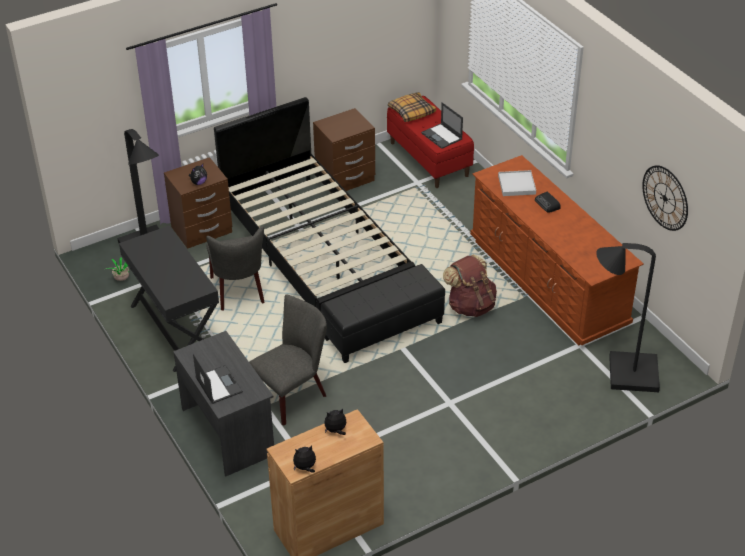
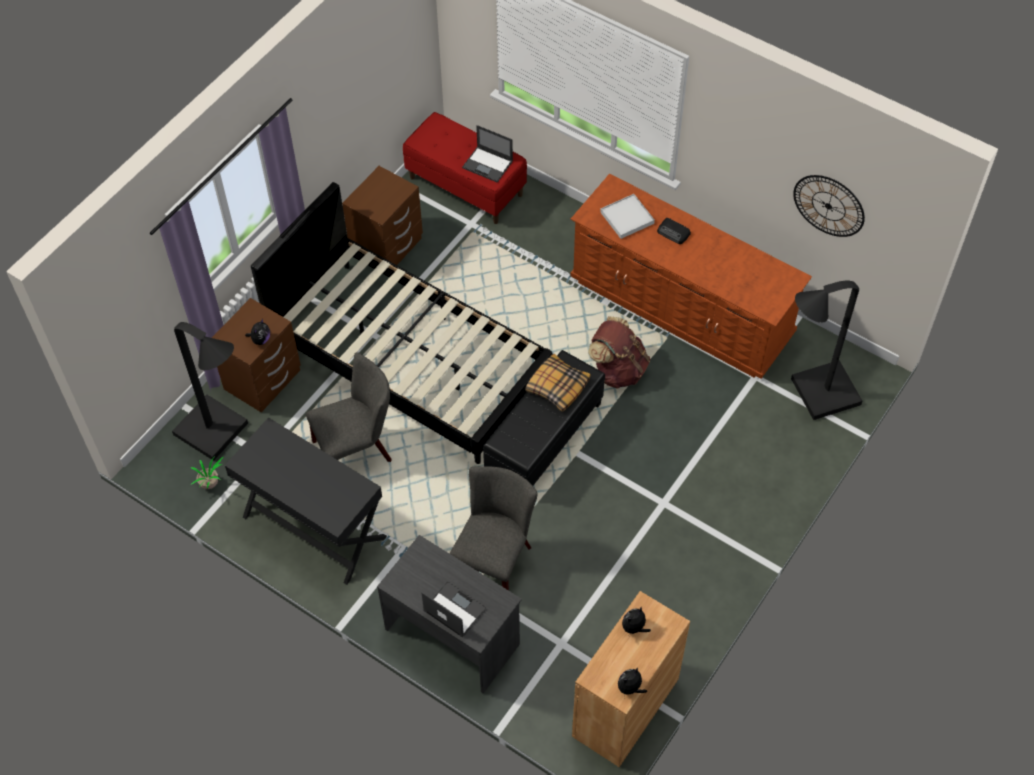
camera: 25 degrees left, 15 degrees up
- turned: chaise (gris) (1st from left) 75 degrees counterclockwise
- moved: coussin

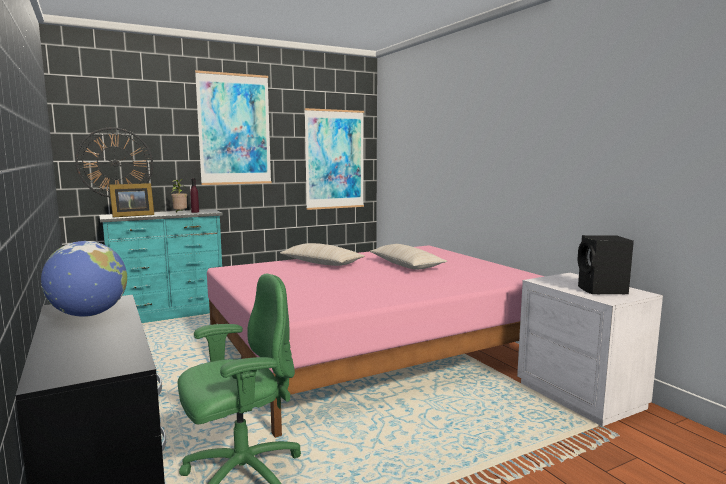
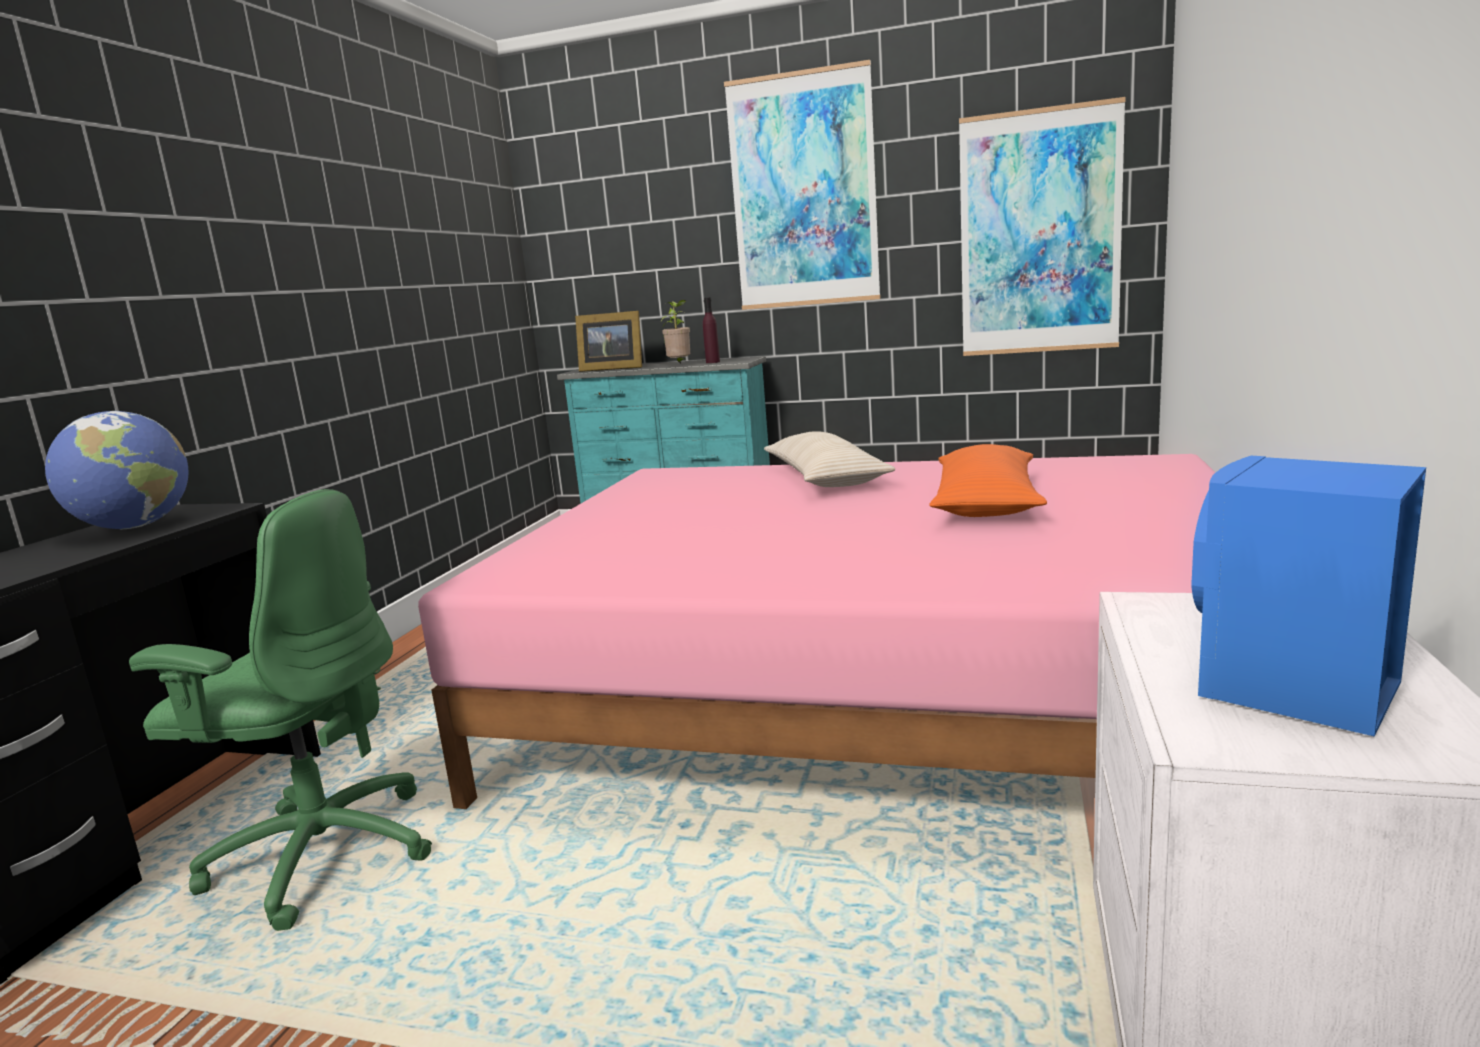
camera: 45 degrees right, 5 degrees up
- removed: horloge murale
- recoloured: coussin (beige) (2nd from left) to coussin (orange)
- recoloured: enceinte (noir) to enceinte (bleu)

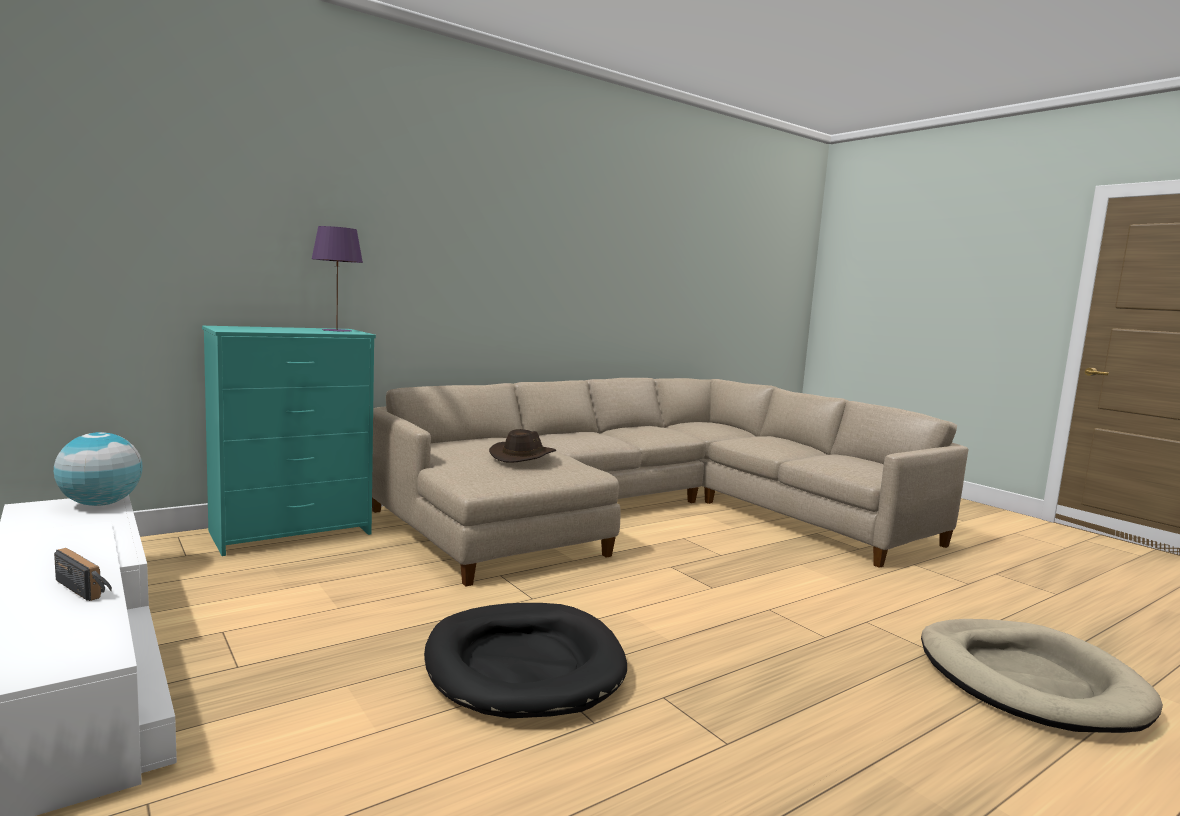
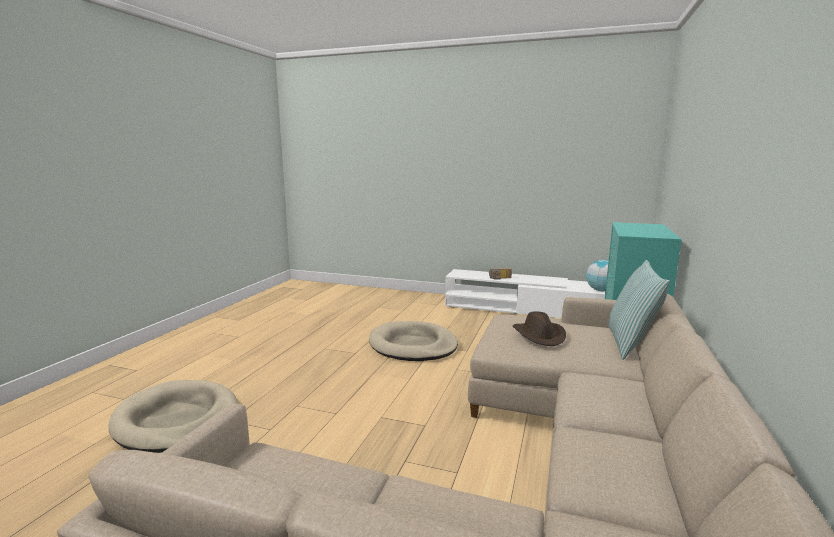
camera: 145 degrees right, 5 degrees up
- removed: lampe de table (violet)
- recoloured: panier pour chien (noir) to panier pour chien (beige) (2nd from left)
- added: coussin

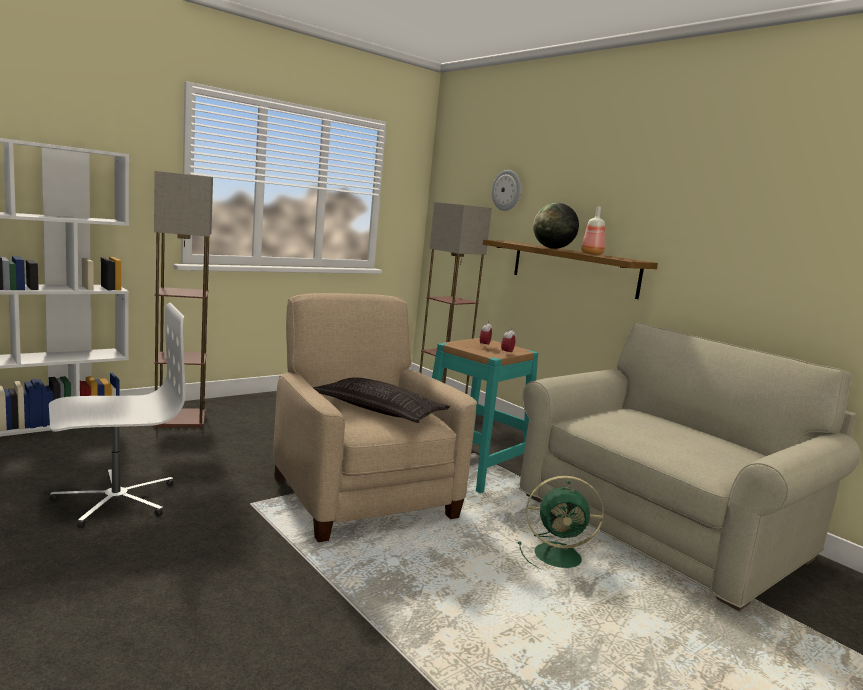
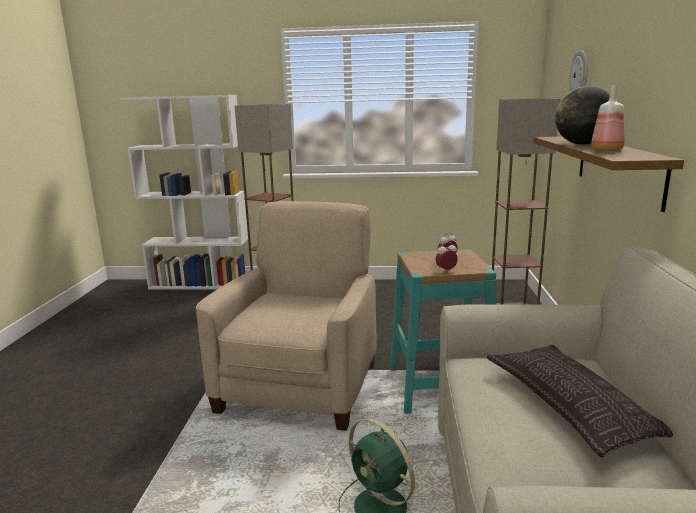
camera: 45 degrees right, 5 degrees up
- removed: chaise de bureau (blanc)
- moved: coussin

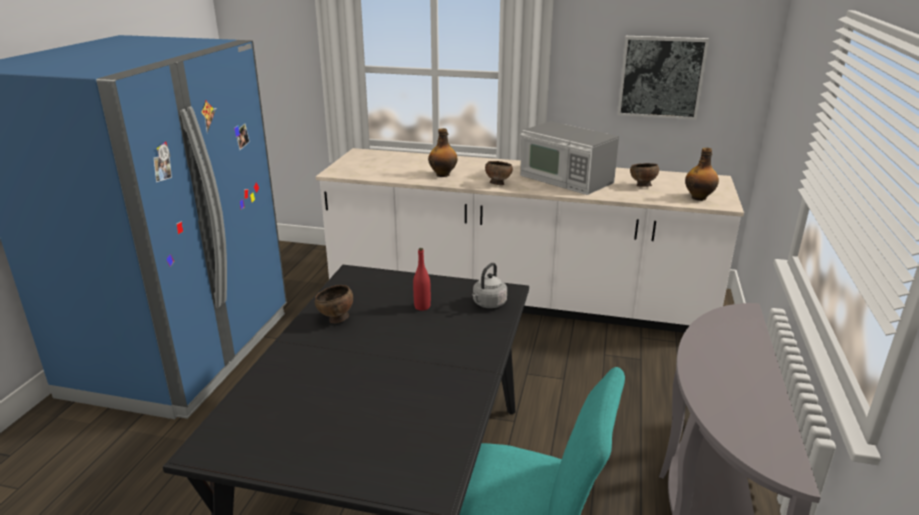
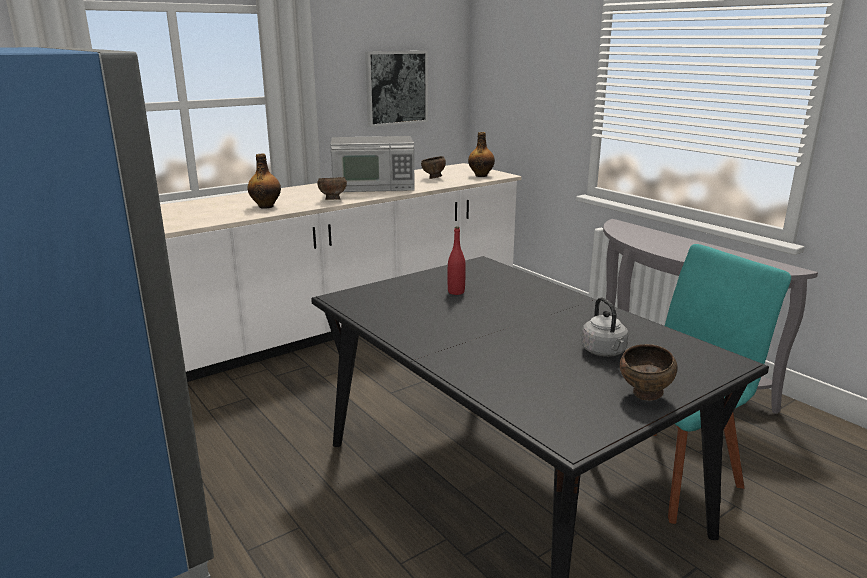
camera: 50 degrees left, 5 degrees down
- moved: bol (marron) (1st from left in the first image) to bol (marron) (3rd from left)
- moved: bouilloire (gris)

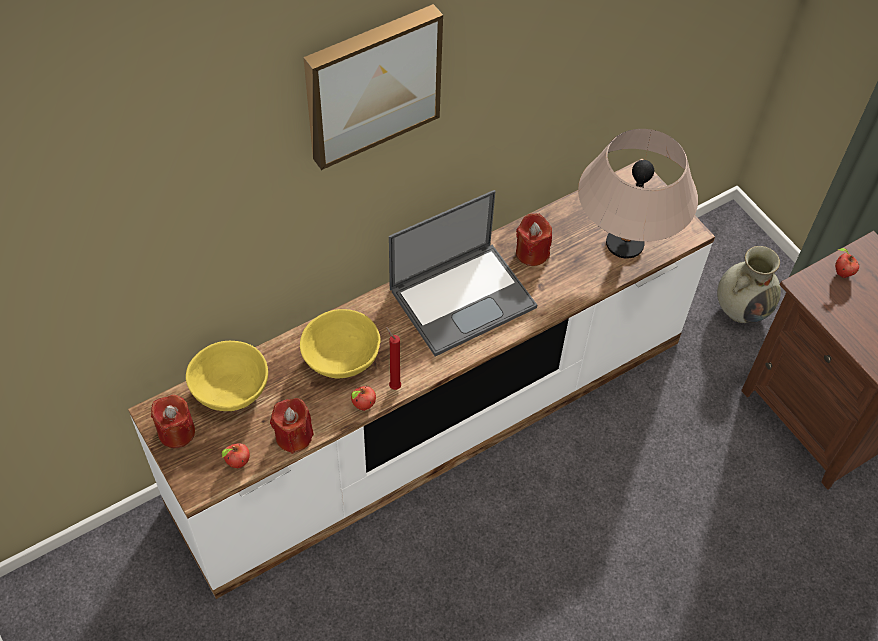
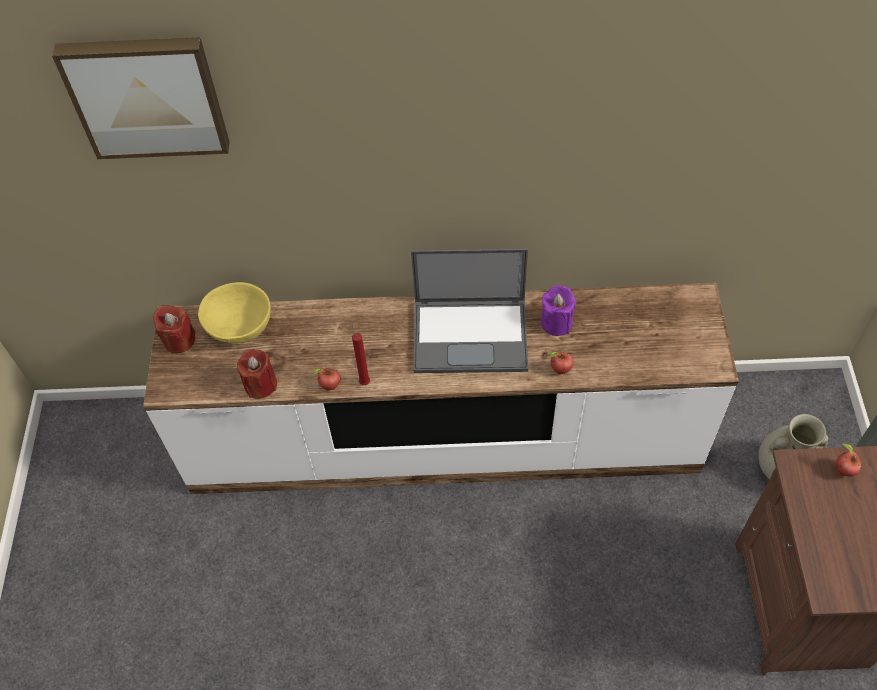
camera: 35 degrees right, 0 degrees up
- moved: pomme (1st from left in the first image) to pomme (2nd from left)
- removed: bol (jaune) (2nd from left)
- moved: tableau
- recoloured: bougie (rouge) (4th from left) to bougie (violet)
- removed: lampe de table (beige)

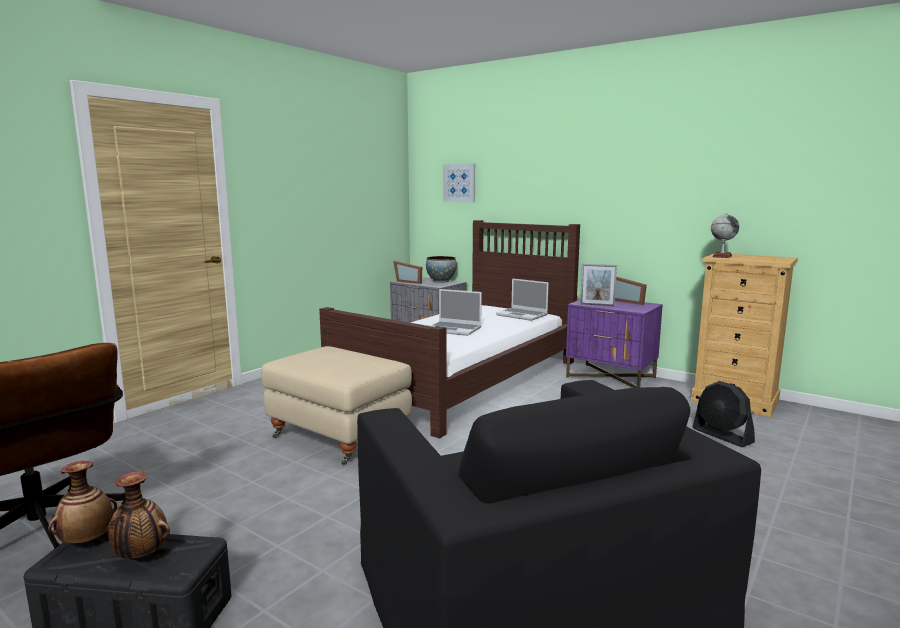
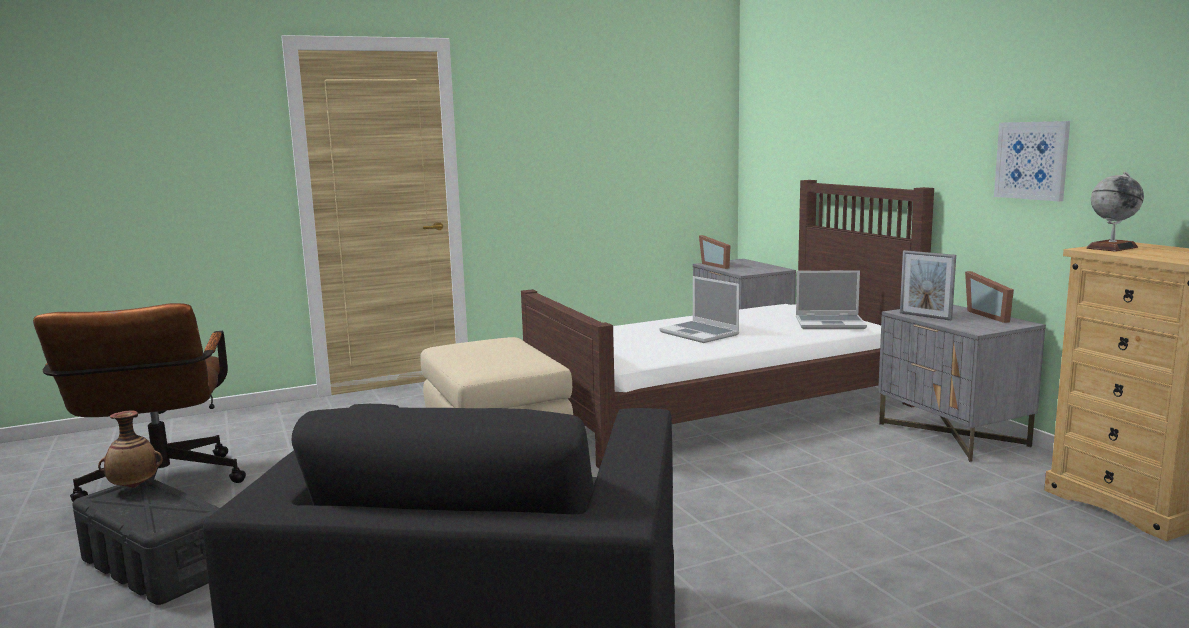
camera: 30 degrees right, 0 degrees up
- removed: vase (2nd from left)
- removed: bol
- moved: tableau
- turned: ordinateur portable (2nd from left) 60 degrees counterclockwise
- recoloured: table de chevet (violet) to table de chevet (gris) (2nd from left)
- removed: ventilateur (noir)

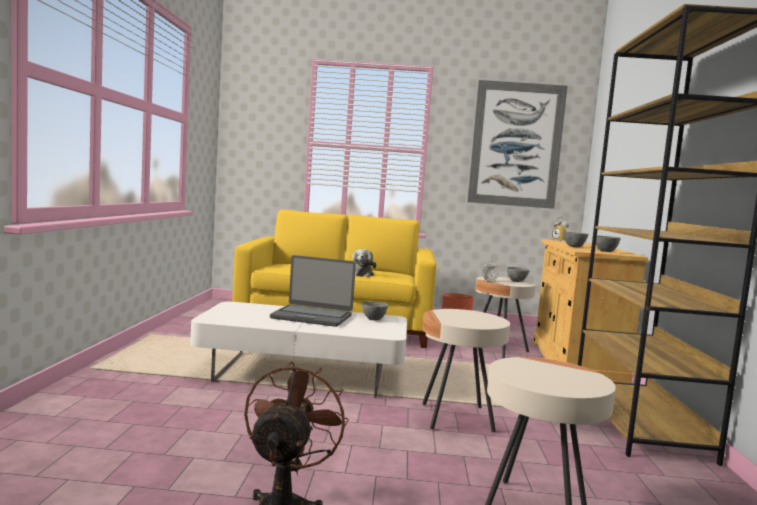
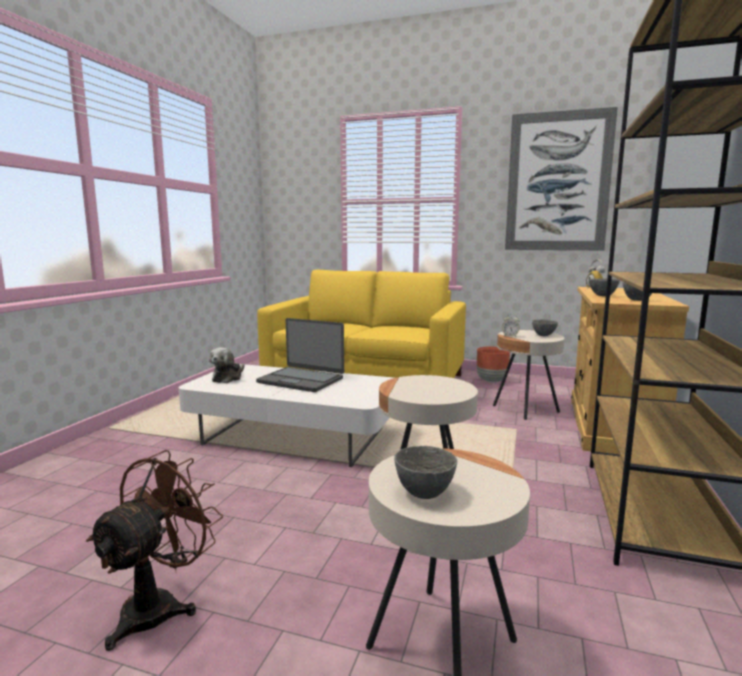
camera: 15 degrees right, 5 degrees up
- moved: peluche
- moved: bol (gris) (1st from left)

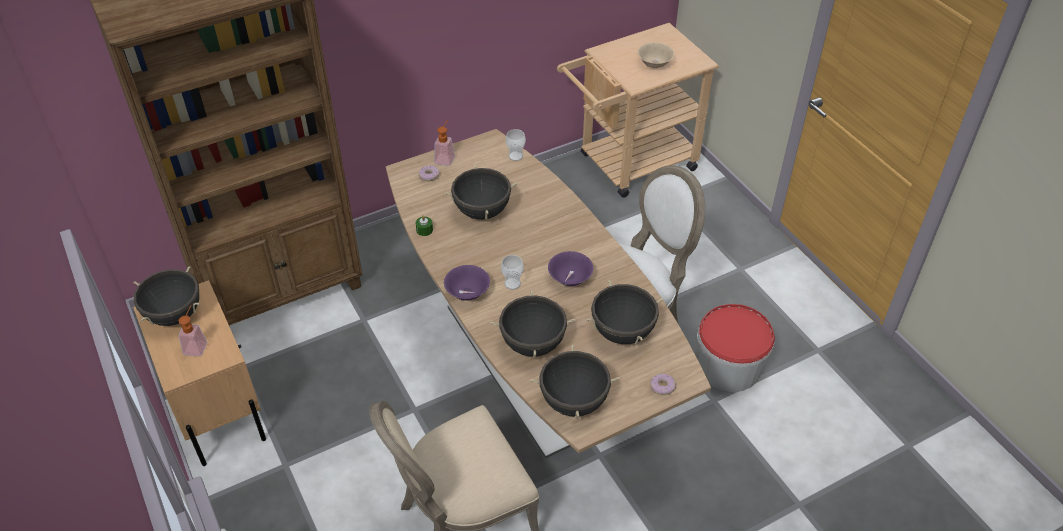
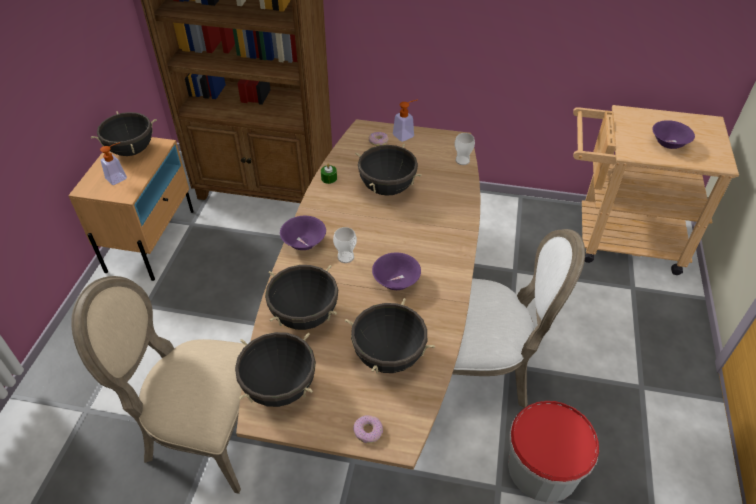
camera: 40 degrees right, 0 degrees up
- recoloured: bol (beige) to bol (violet) (3rd from left)

